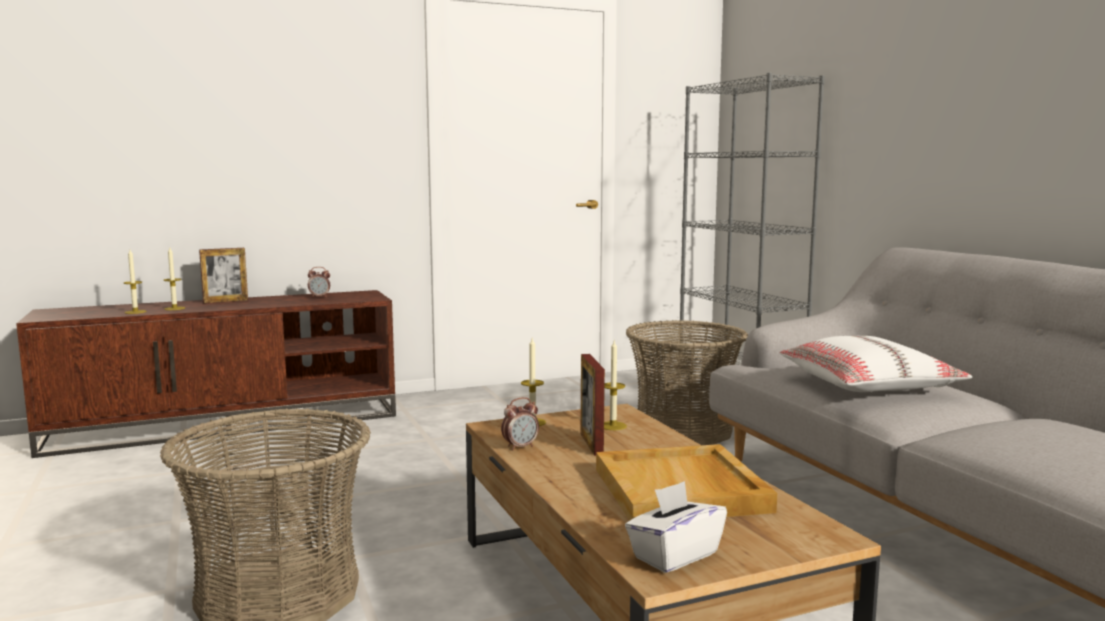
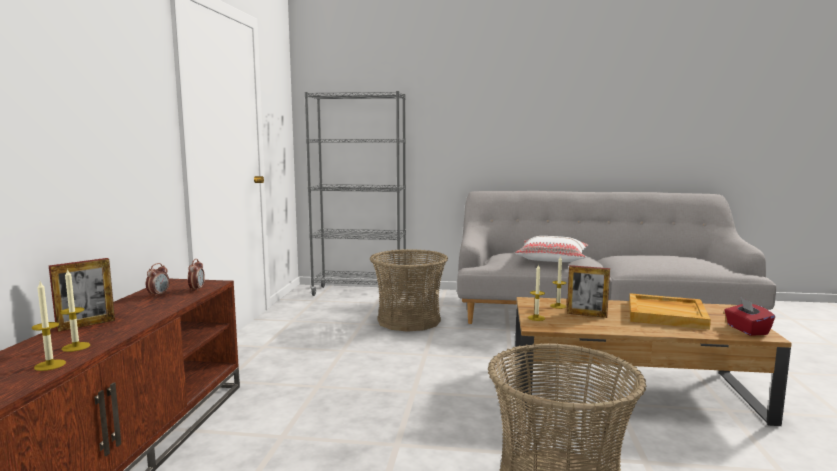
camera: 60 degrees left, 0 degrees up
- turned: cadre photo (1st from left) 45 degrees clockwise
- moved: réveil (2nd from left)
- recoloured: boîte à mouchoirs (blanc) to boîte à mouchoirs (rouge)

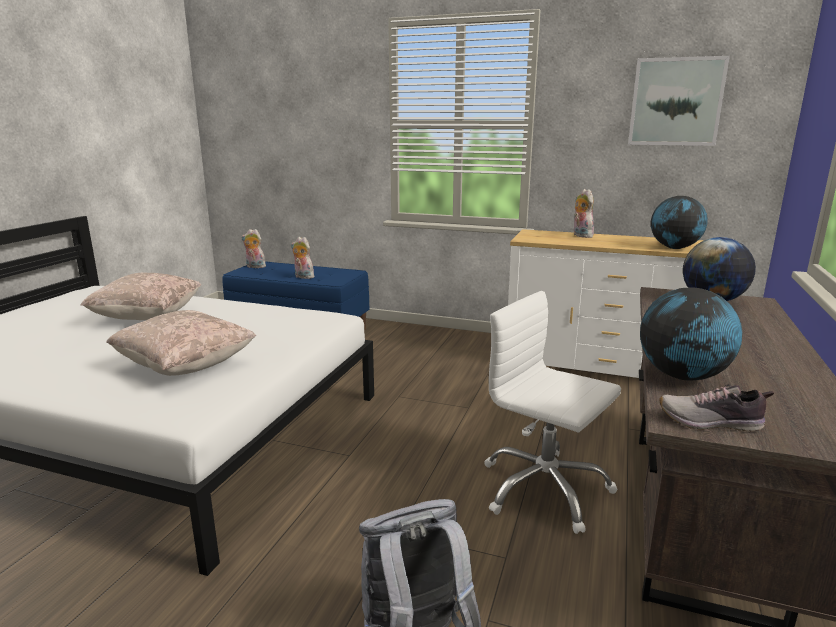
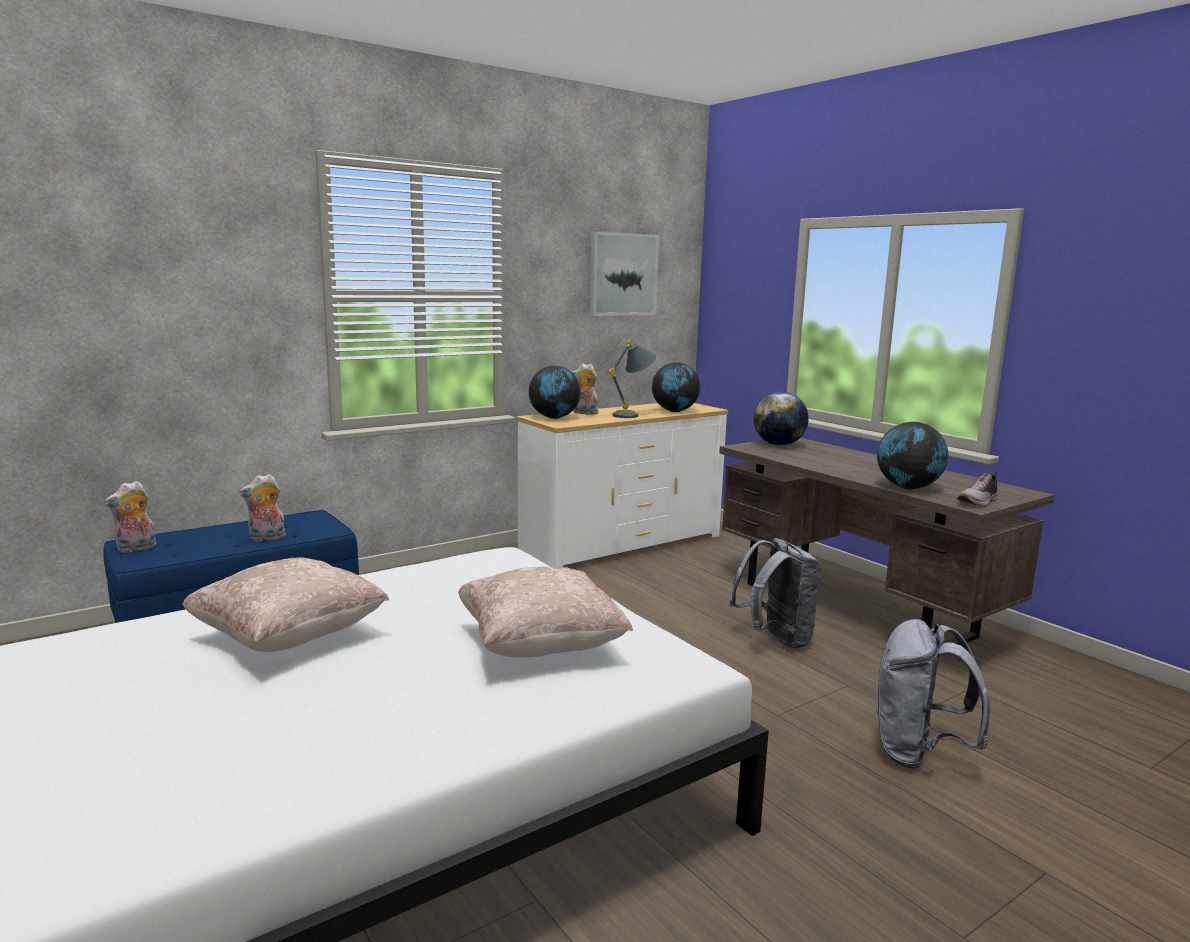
camera: 55 degrees left, 5 degrees down
- replaced: chaise de bureau (blanc) to sac à dos (gris) (1st from left)
- added: globe (1st from left)
- added: lampe de table (gris)

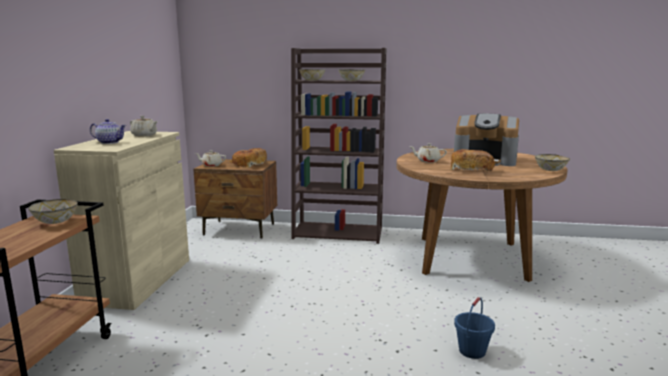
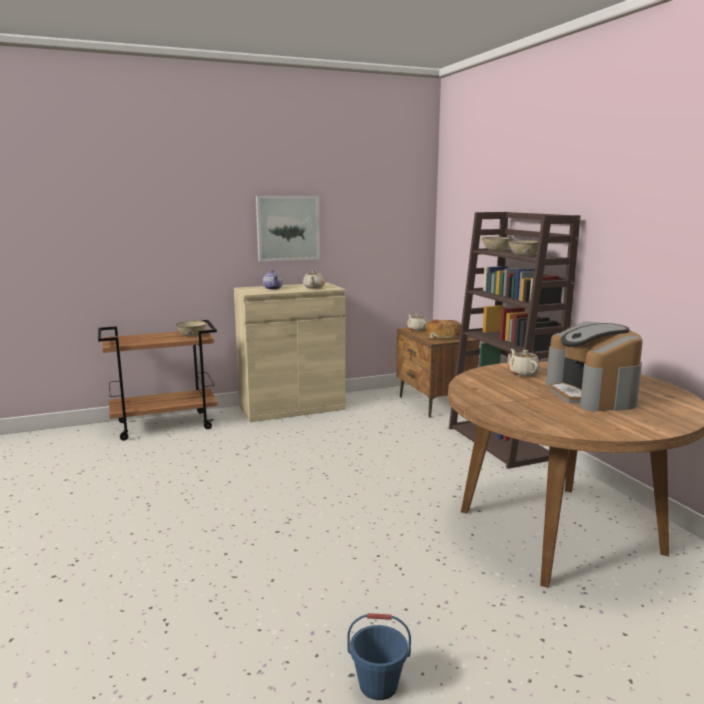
camera: 60 degrees right, 0 degrees up
- removed: pain (2nd from left)
- moved: seau (bleu)
- removed: bol (4th from left)
- added: tableau

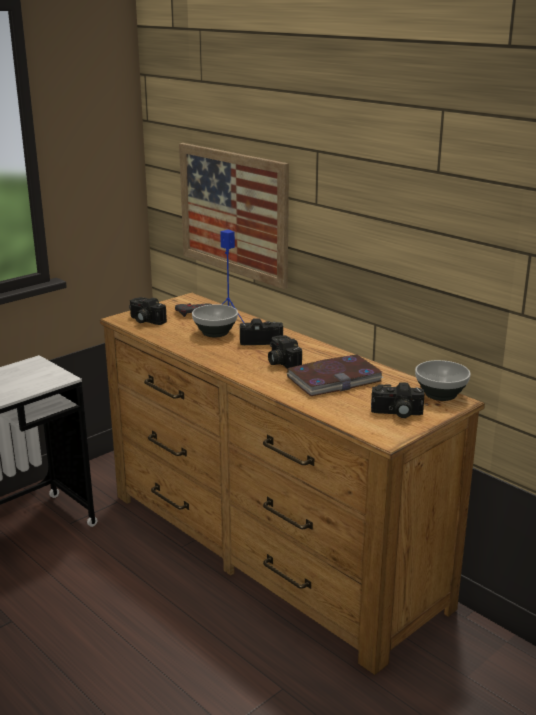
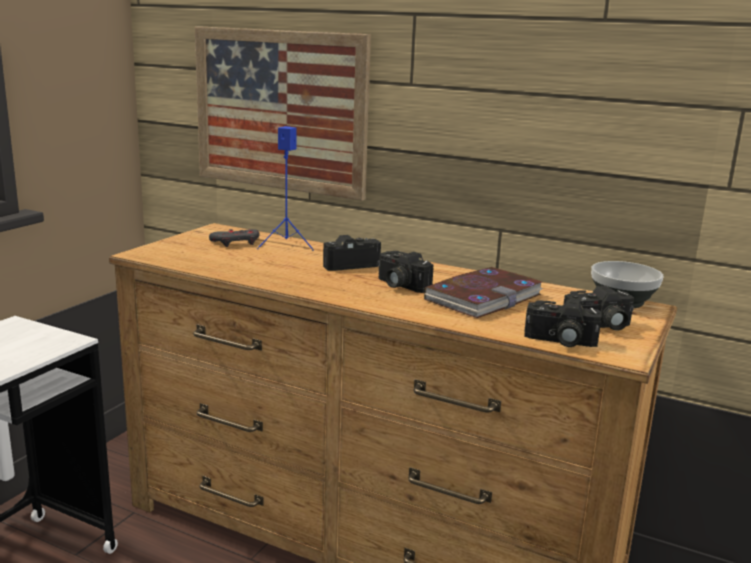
camera: 20 degrees left, 5 degrees down
- moved: appareil photo (1st from left in the first image) to appareil photo (3rd from left)
- removed: bol (1st from left)

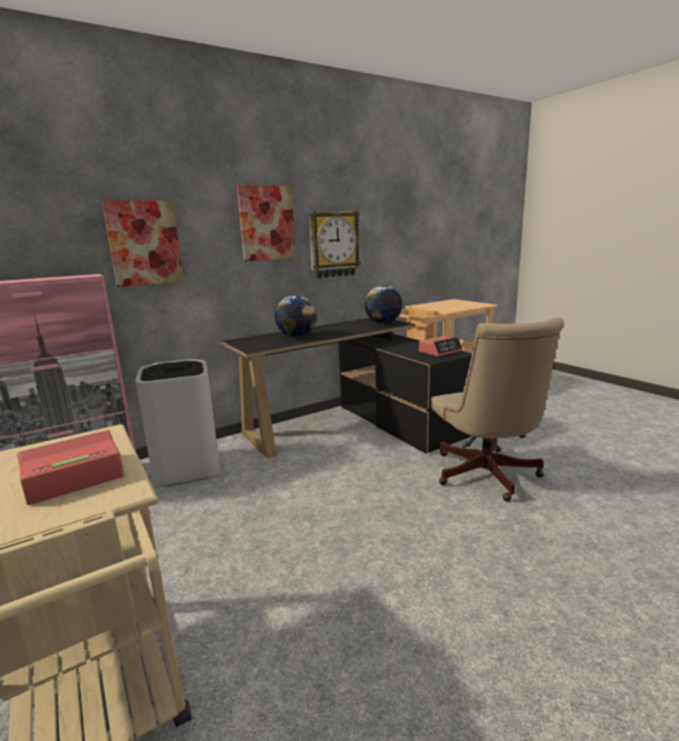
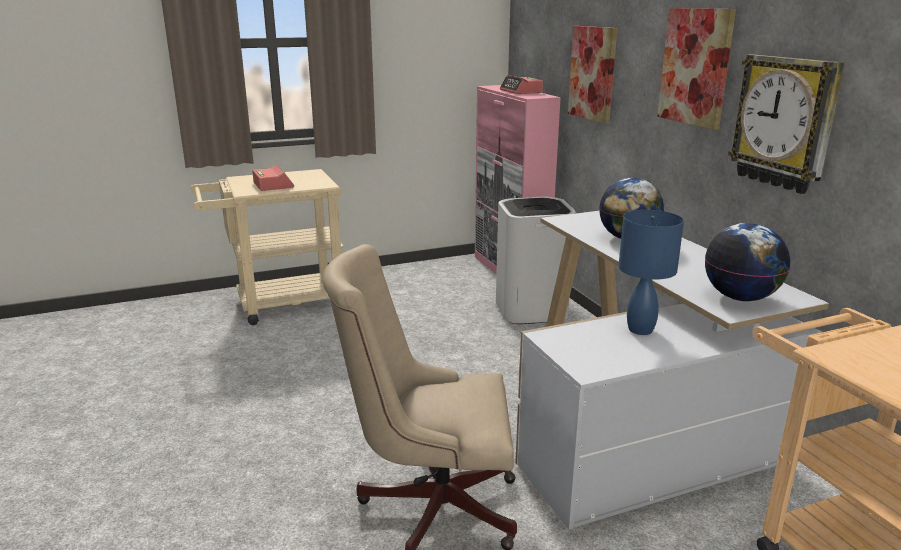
camera: 100 degrees right, 5 degrees up
- recoloured: bureau (noir) to bureau (blanc)
- moved: réveil (2nd from left)
- added: lampe de table (bleu)

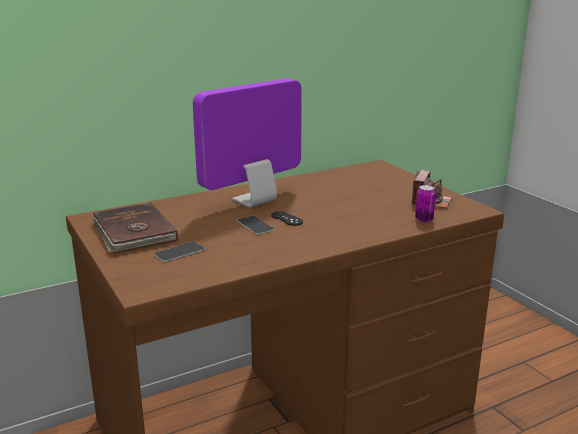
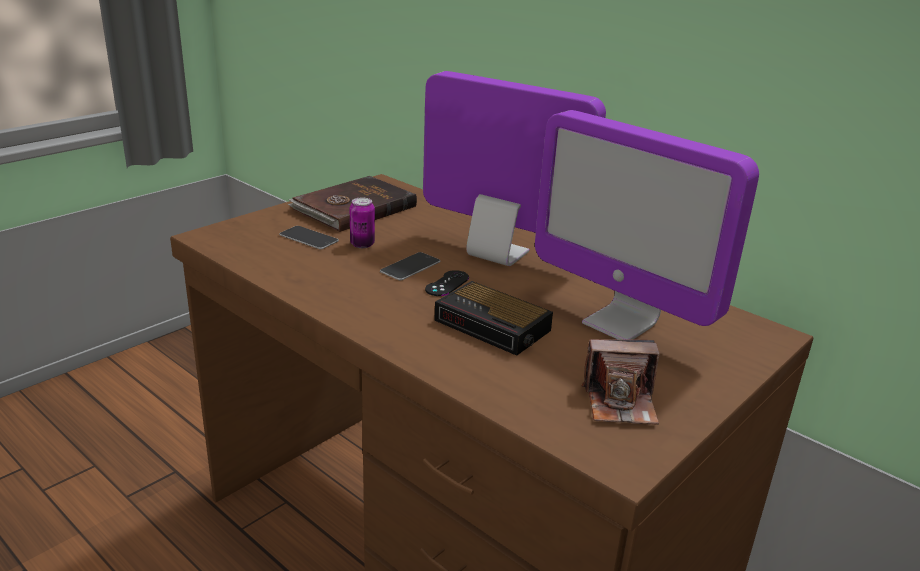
camera: 70 degrees right, 5 degrees up
- moved: boîte métallique
- added: réveil
- added: écran d'ordinateur (2nd from left)

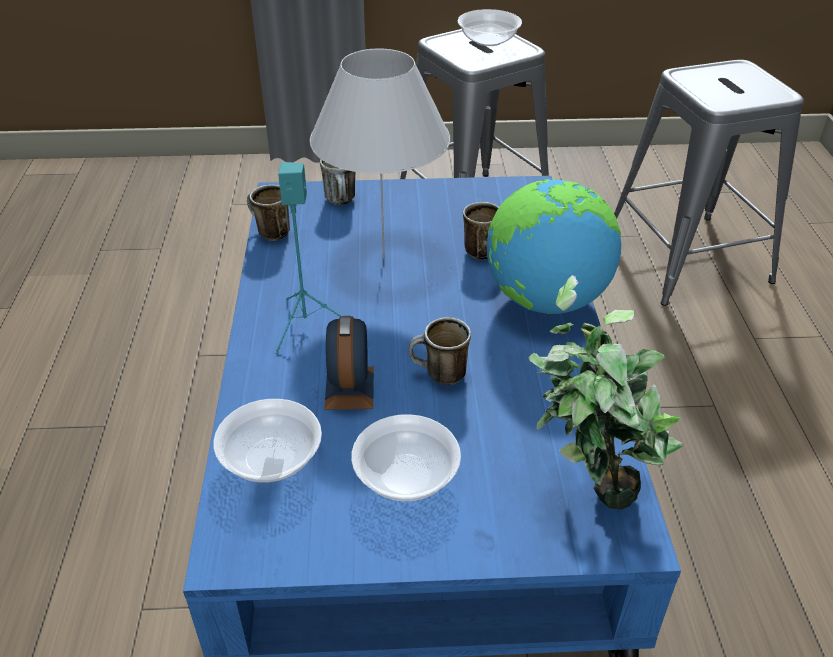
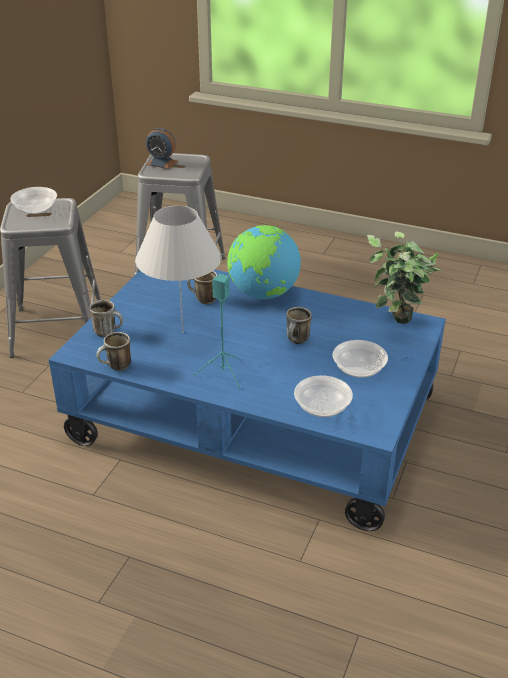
camera: 65 degrees left, 5 degrees down
- moved: réveil

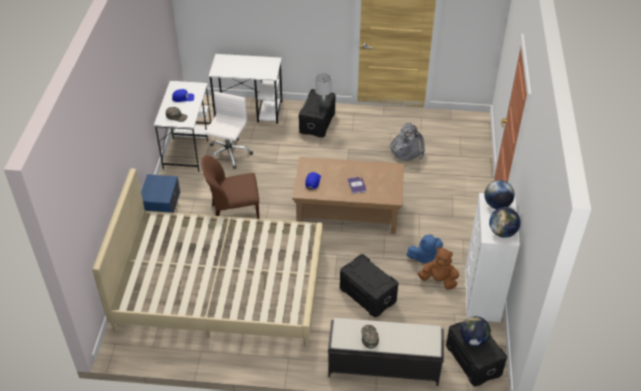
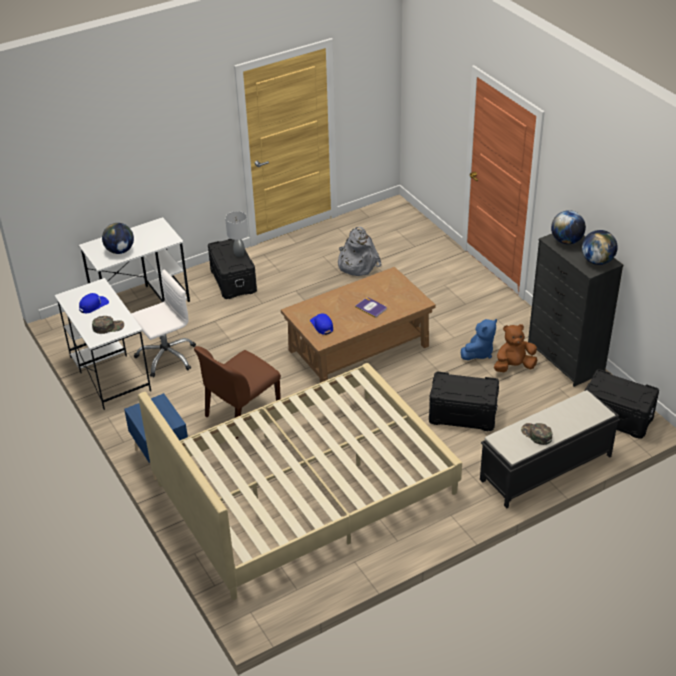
camera: 35 degrees left, 5 degrees down
- turned: chaise de bureau (blanc) 75 degrees clockwise
- moved: globe (1st from left)
- recoloured: commode (blanc) to commode (noir)

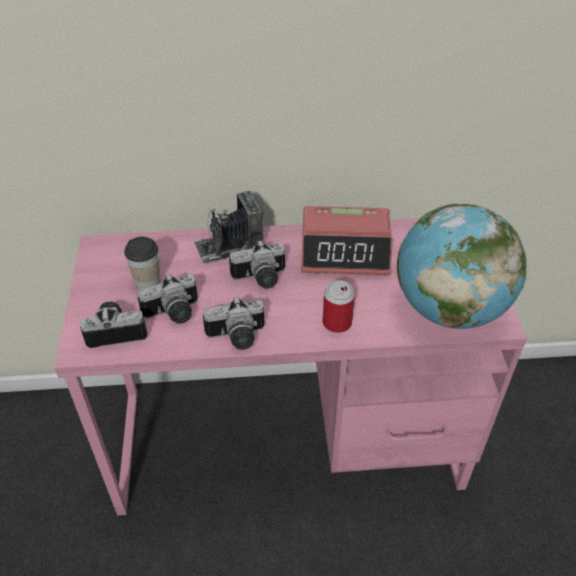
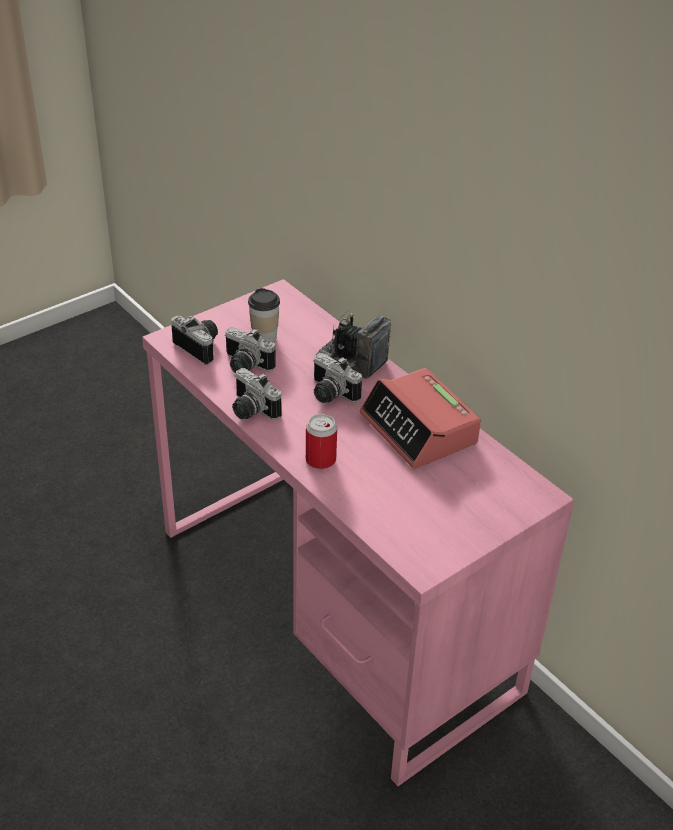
camera: 55 degrees right, 5 degrees down
- removed: globe

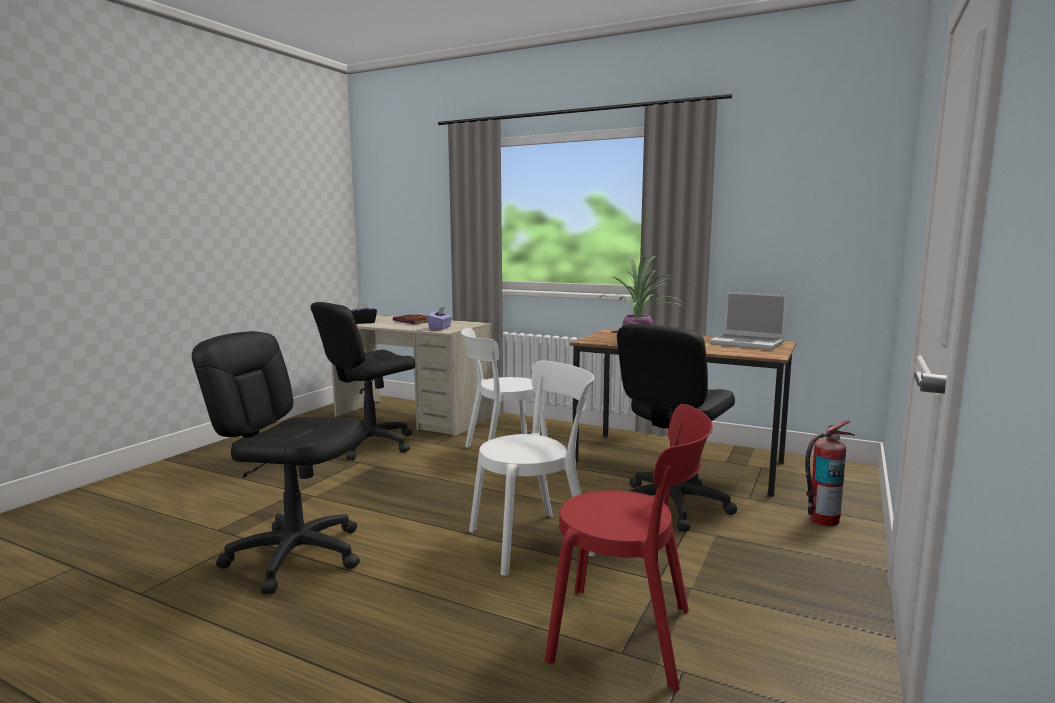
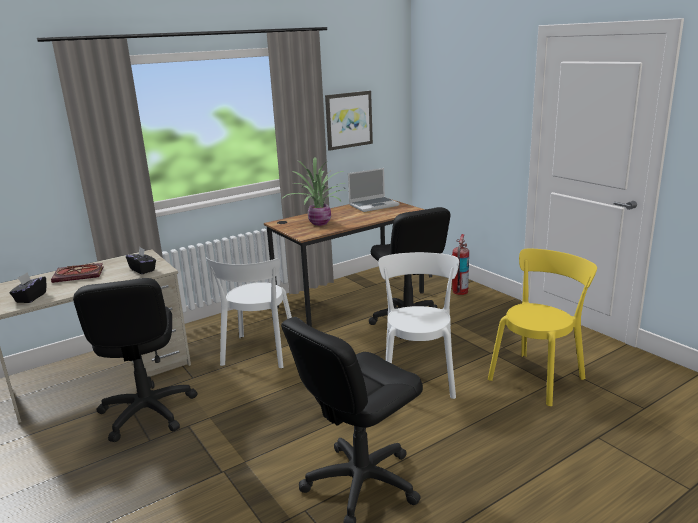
camera: 60 degrees left, 10 degrees up
- recoloured: boîte à mouchoirs (violet) to boîte à mouchoirs (noir) (2nd from left)
- recoloured: chaise (rouge) to chaise (jaune)
- added: tableau

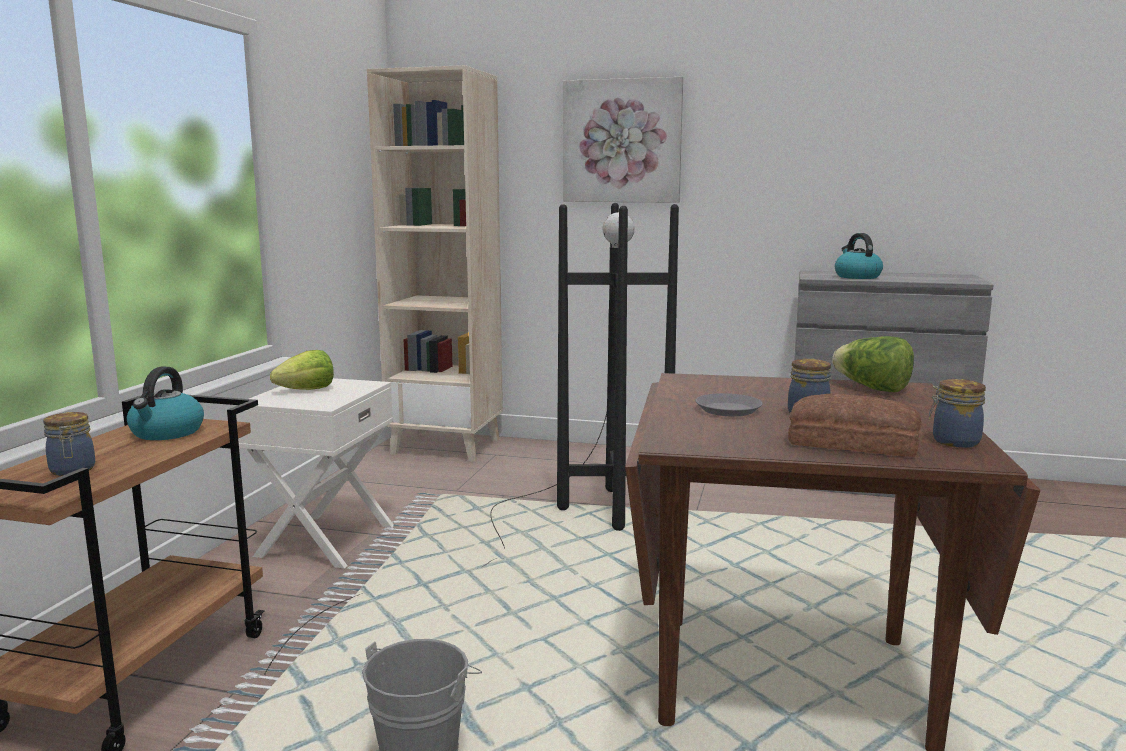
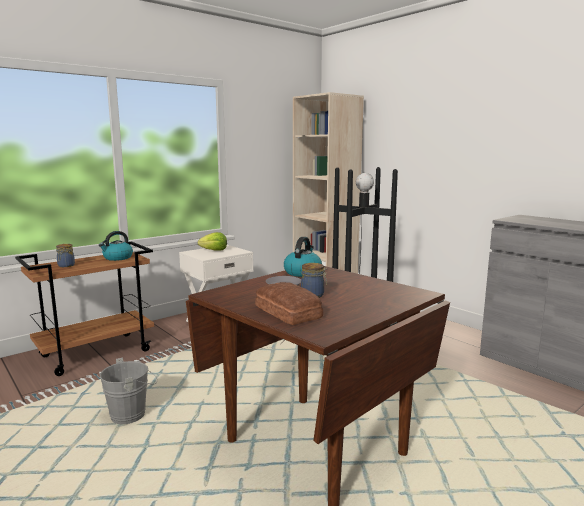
camera: 35 degrees right, 0 degrees up
- removed: tableau
- removed: laitue (2nd from left)
- moved: bouilloire (2nd from left)
- removed: bocal (3rd from left)

